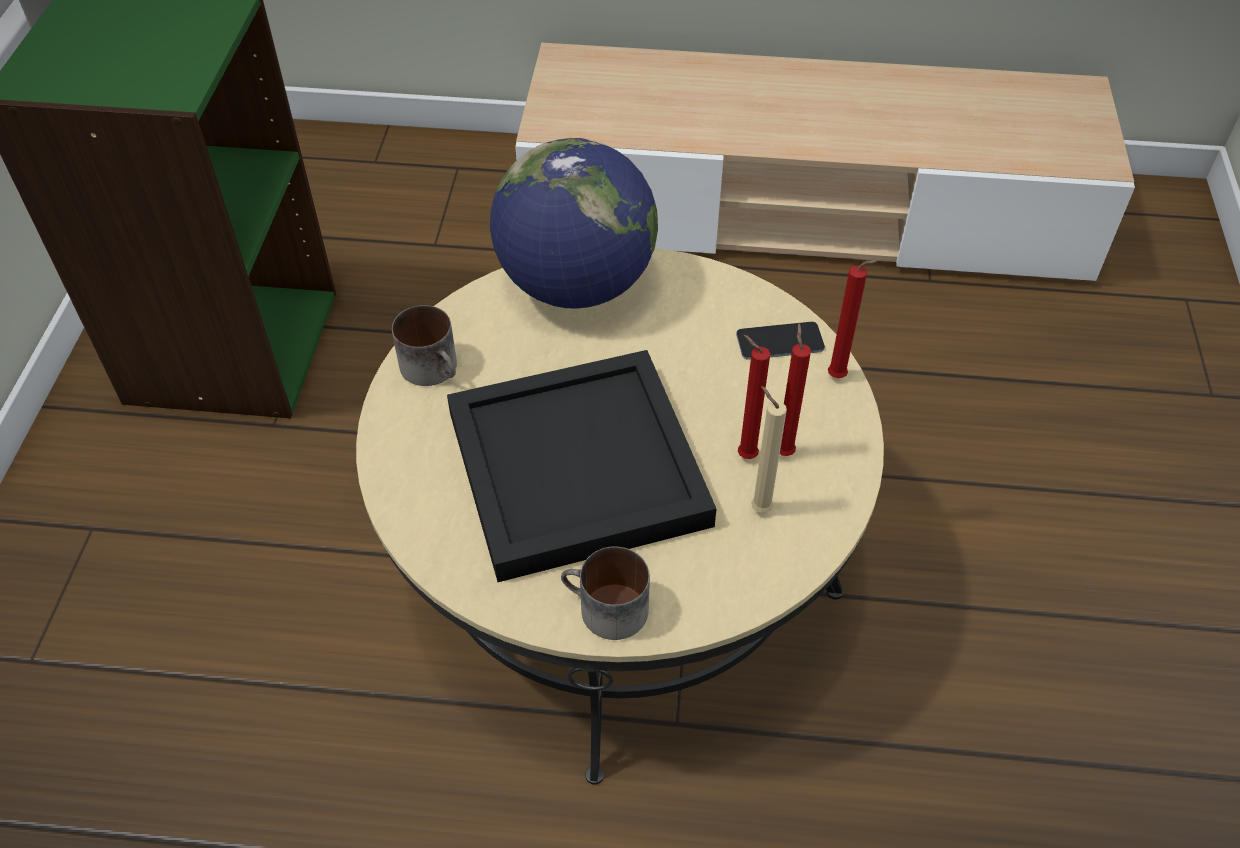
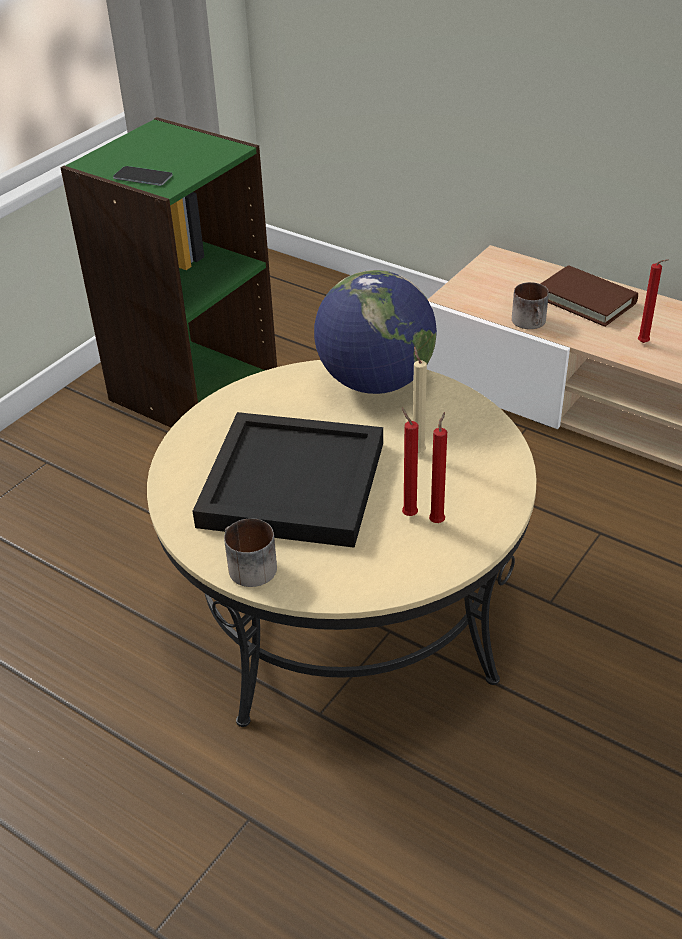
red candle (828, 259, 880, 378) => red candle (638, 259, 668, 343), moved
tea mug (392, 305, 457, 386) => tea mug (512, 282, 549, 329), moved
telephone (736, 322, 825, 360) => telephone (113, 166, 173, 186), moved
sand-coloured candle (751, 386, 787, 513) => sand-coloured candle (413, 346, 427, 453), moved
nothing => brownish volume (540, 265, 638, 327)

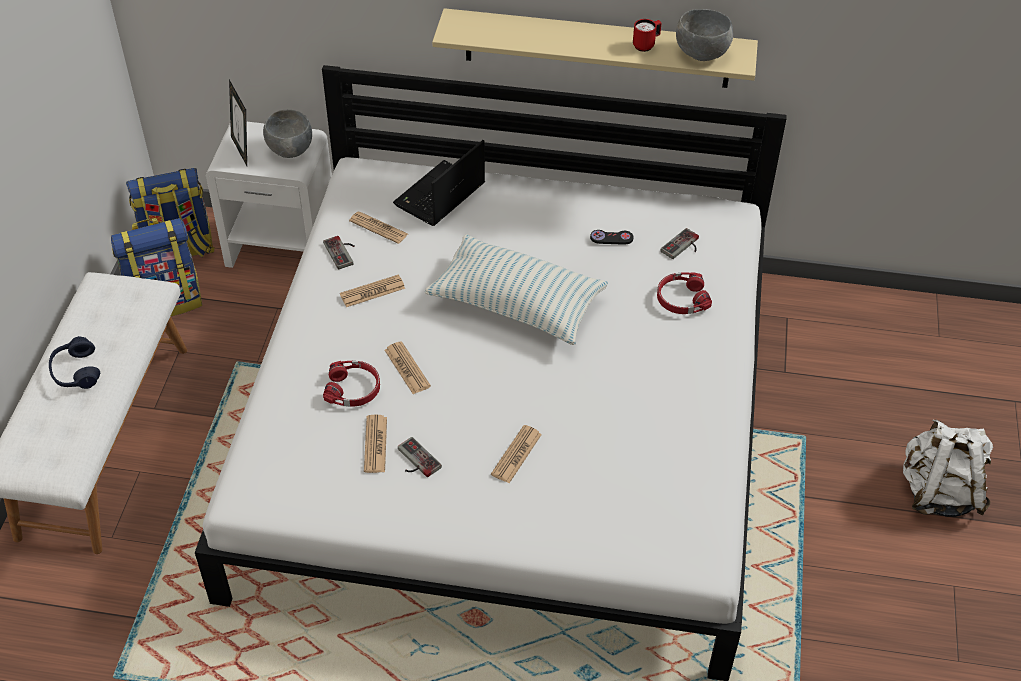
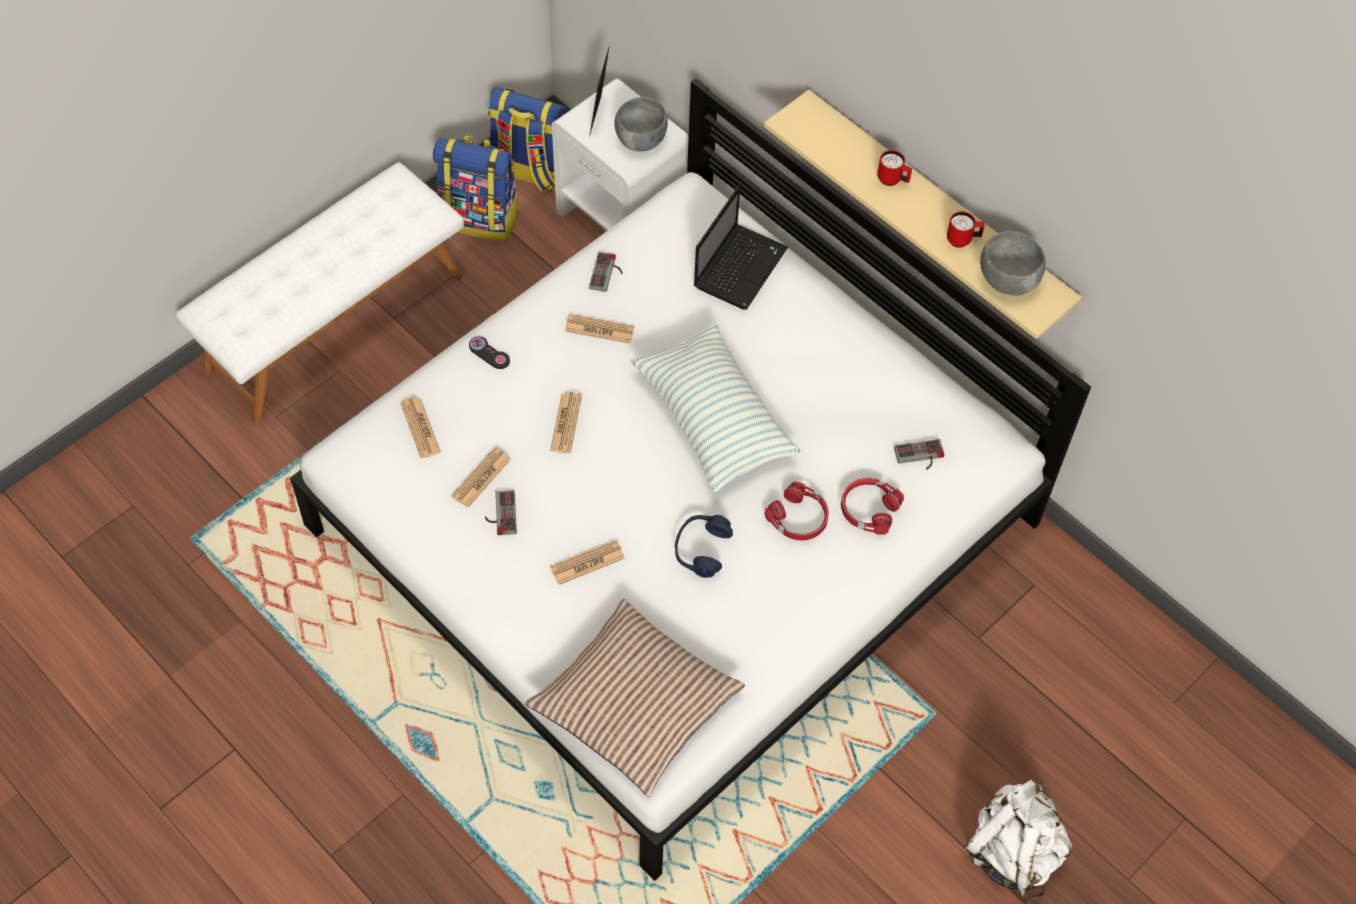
laptop (393, 140, 485, 226) => laptop (694, 186, 788, 310), 135 degrees clockwise
newspaper (349, 212, 408, 244) => newspaper (400, 397, 441, 458), moved
blackish game controller (590, 230, 633, 245) => blackish game controller (469, 336, 510, 369), moved
blue headphones (49, 336, 100, 389) => blue headphones (675, 515, 733, 578), moved
red headphones (323, 361, 380, 407) => red headphones (764, 482, 829, 540), moved
nothing => red tea mug (877, 150, 912, 186)
nothing => throw pillow (525, 599, 745, 797)

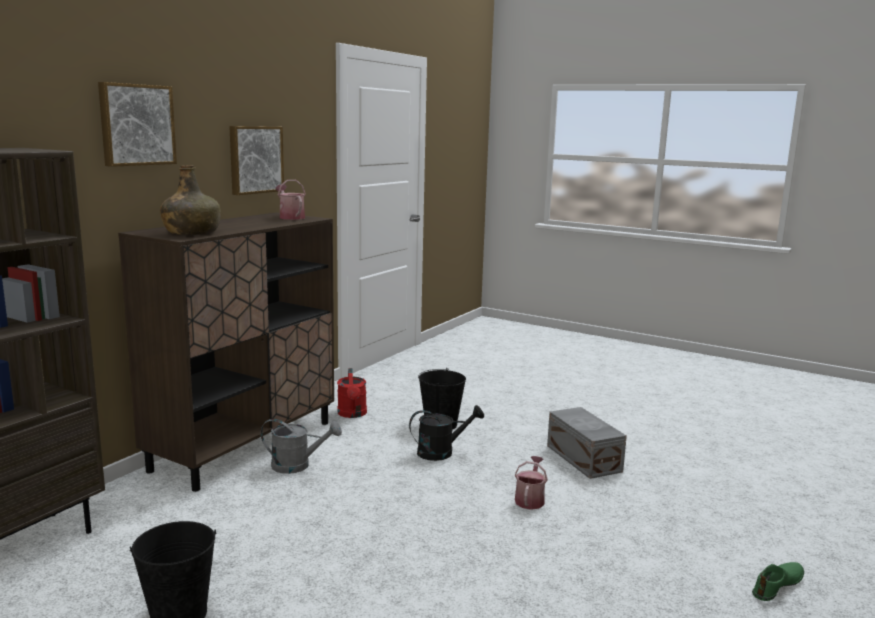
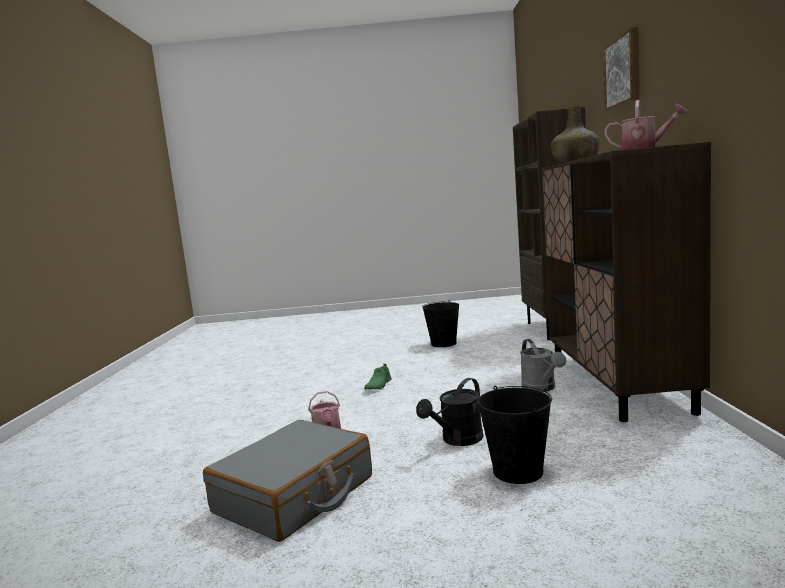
picture (229, 126, 284, 195) => nothing
red watering can (337, 368, 367, 418) => nothing
greyish storage bin (547, 407, 627, 479) => greyish suitcase (203, 420, 372, 542)
greyish watering can (261, 419, 342, 474) => greyish watering can (520, 339, 566, 392), 75 degrees counterclockwise
green-coloured shoe (752, 562, 804, 601) => green-coloured shoe (364, 364, 392, 389), moved

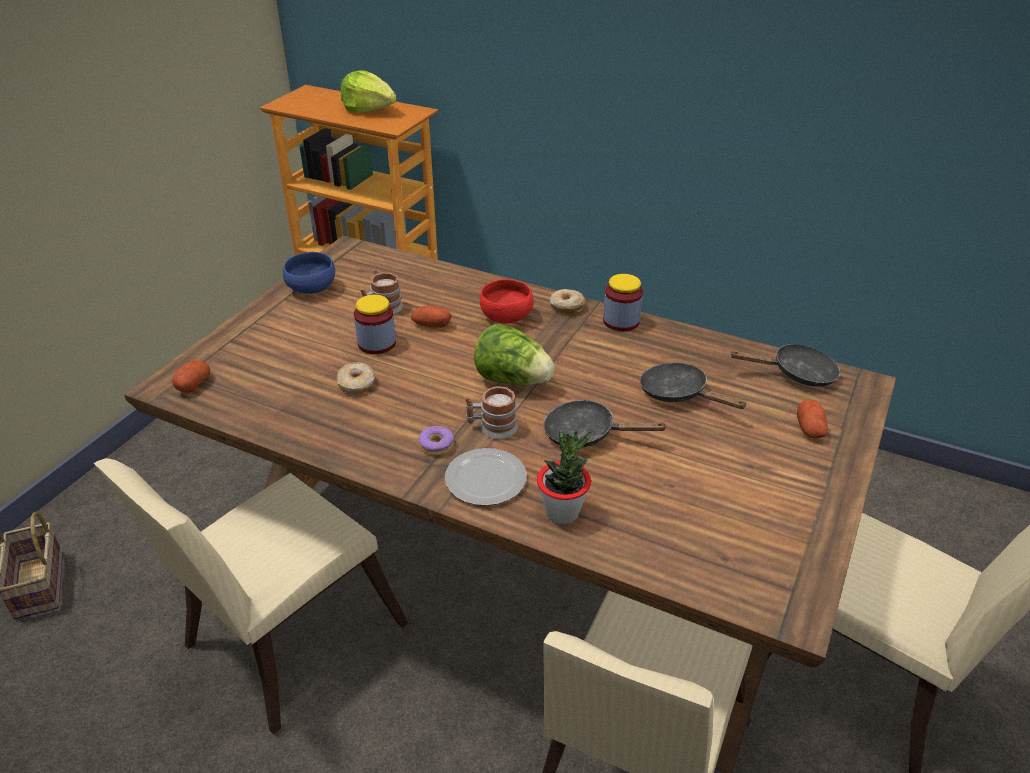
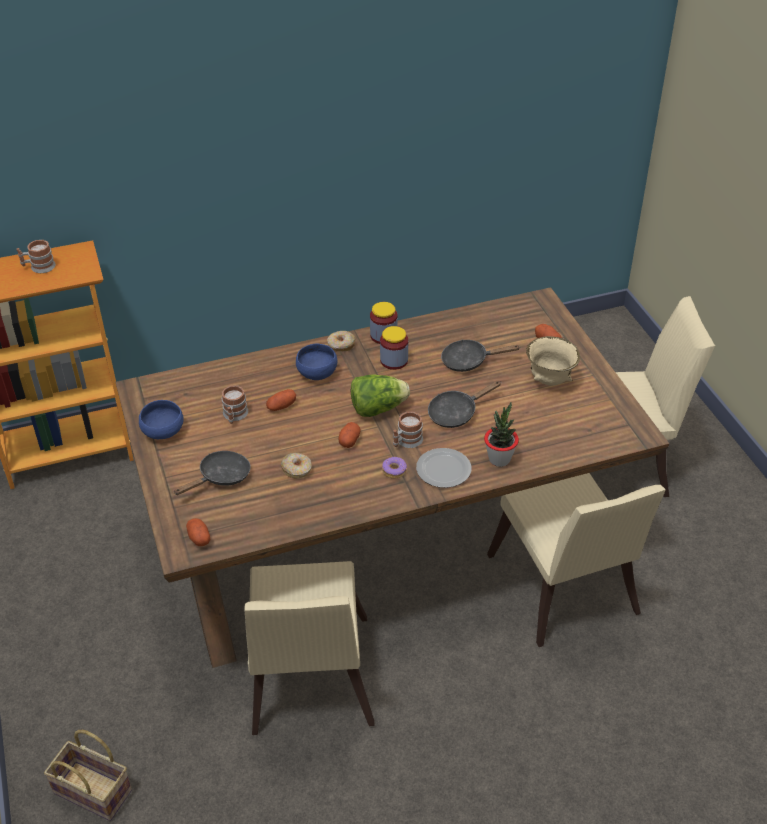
lettuce (341, 70, 397, 113) => tea mug (16, 240, 56, 273)
red serving bowl (480, 279, 534, 324) => blue serving bowl (296, 344, 337, 380)
storage jar (354, 294, 396, 354) => storage jar (380, 326, 408, 370), moved
blackish frying pan (730, 344, 840, 387) => blackish frying pan (173, 451, 251, 495), moved
nothing => sand-coloured serving bowl (526, 336, 580, 386)
nothing => spud (338, 422, 361, 448)

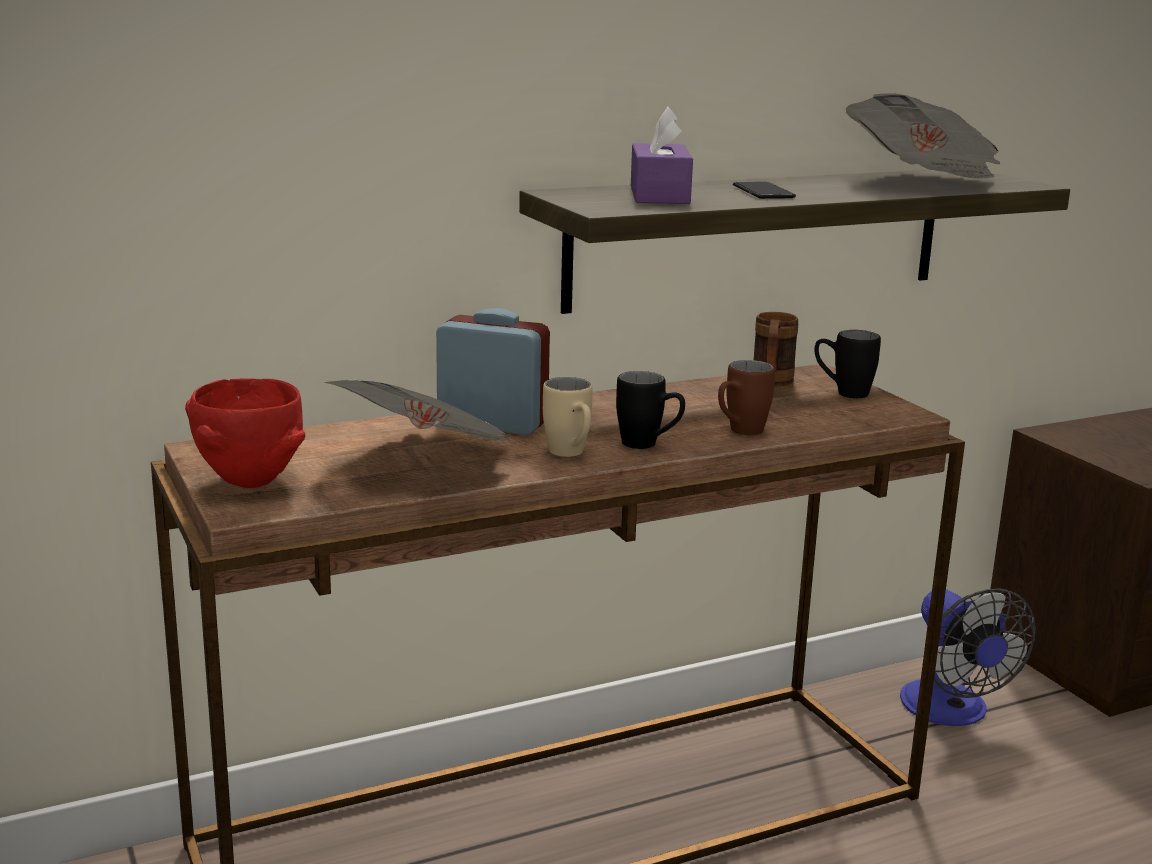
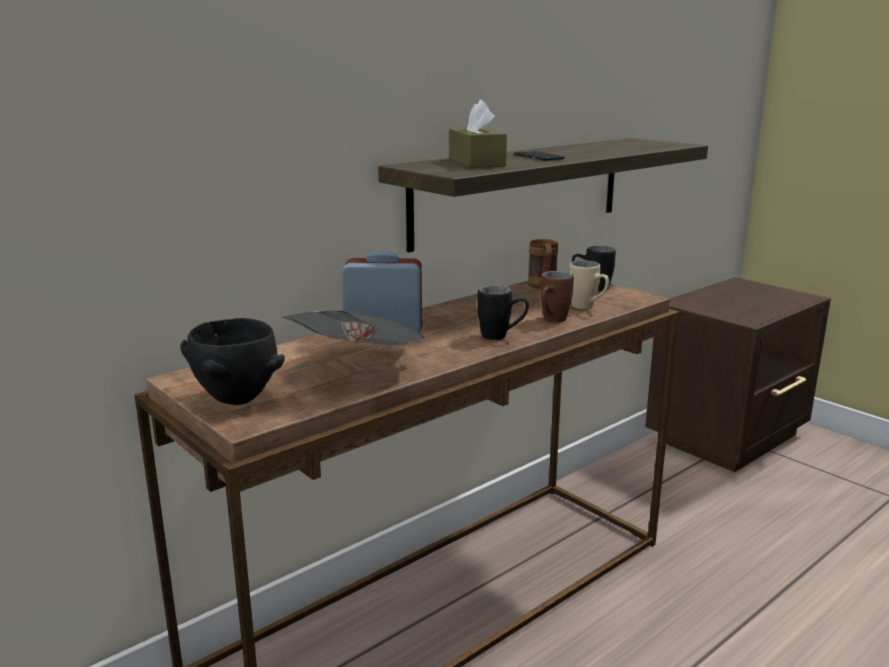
newspaper (846, 93, 1001, 179) => nothing
purple-coloured tissue holder (631, 106, 693, 204) => brownish tissue holder (449, 100, 507, 168)
sand-coloured tea mug (543, 377, 593, 457) => sand-coloured tea mug (569, 260, 609, 309), moved
red serving bowl (185, 379, 305, 488) => blackish serving bowl (180, 318, 285, 405)
fan (900, 588, 1036, 726) => nothing

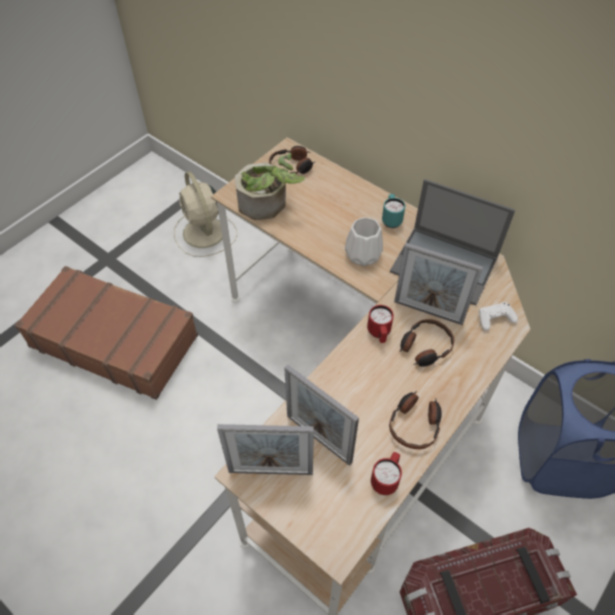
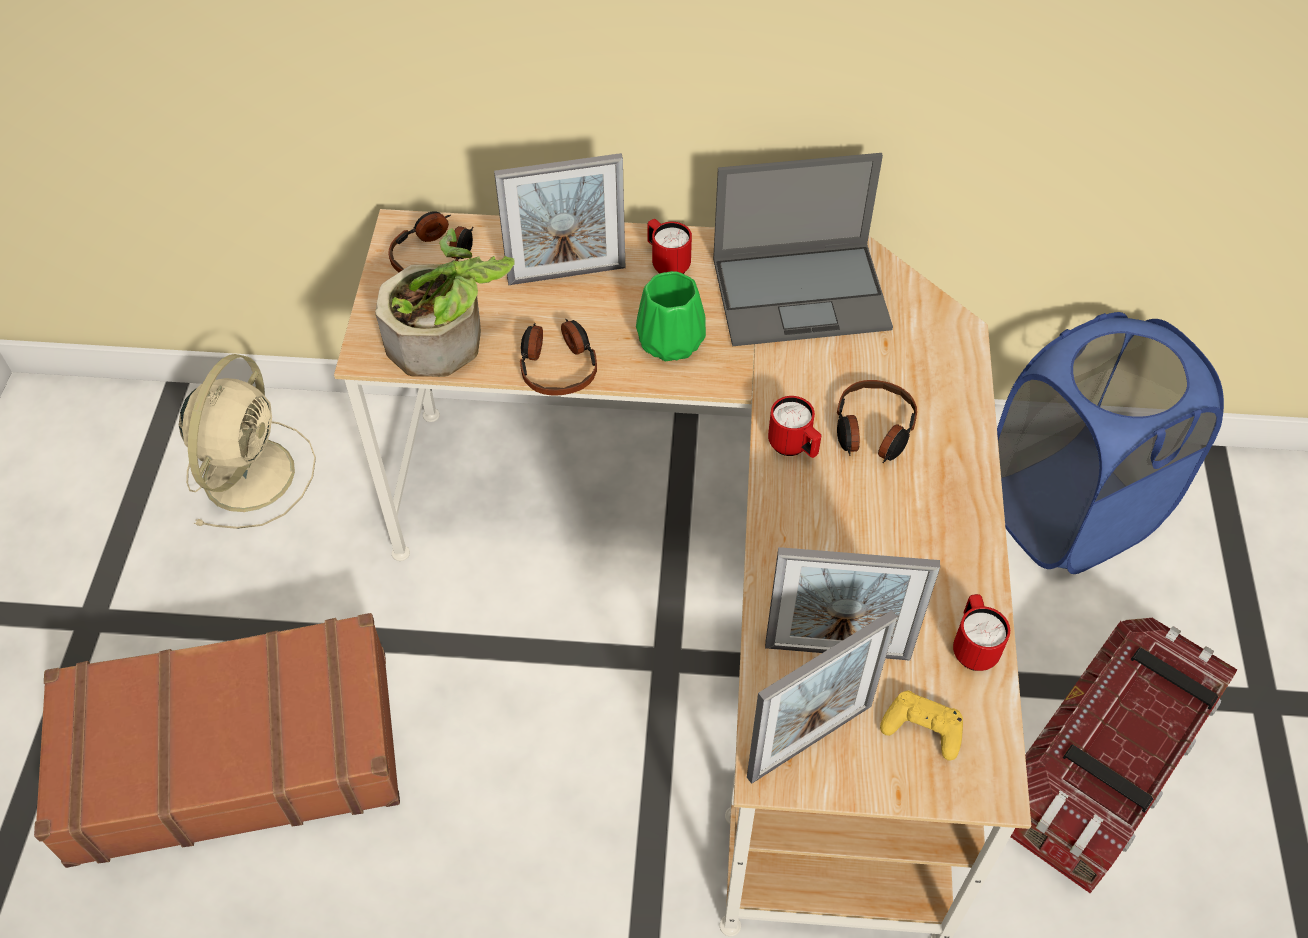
sand-coloured fan (174, 171, 237, 257) => sand-coloured fan (179, 354, 316, 529), 105 degrees counterclockwise
turquoise tea mug (382, 194, 405, 228) => red tea mug (647, 219, 692, 274)
whitish vase (345, 217, 383, 266) => green-coloured vase (636, 271, 706, 361)
standing frame (394, 243, 483, 325) => standing frame (494, 153, 625, 285), moved
whitish game controller (479, 302, 518, 331) => nothing
headphones (389, 391, 442, 449) => headphones (520, 318, 597, 396), moved
nothing => yellow game controller (880, 690, 963, 761)

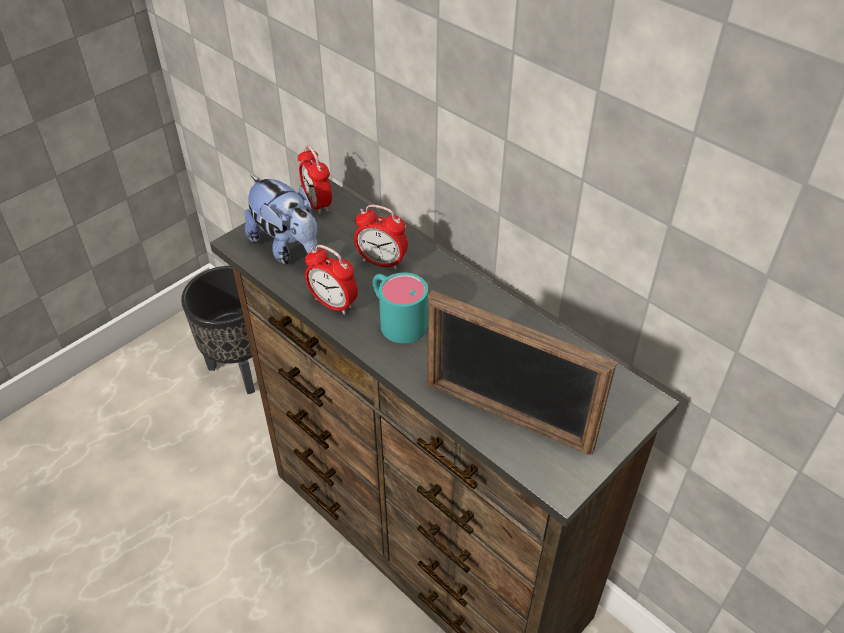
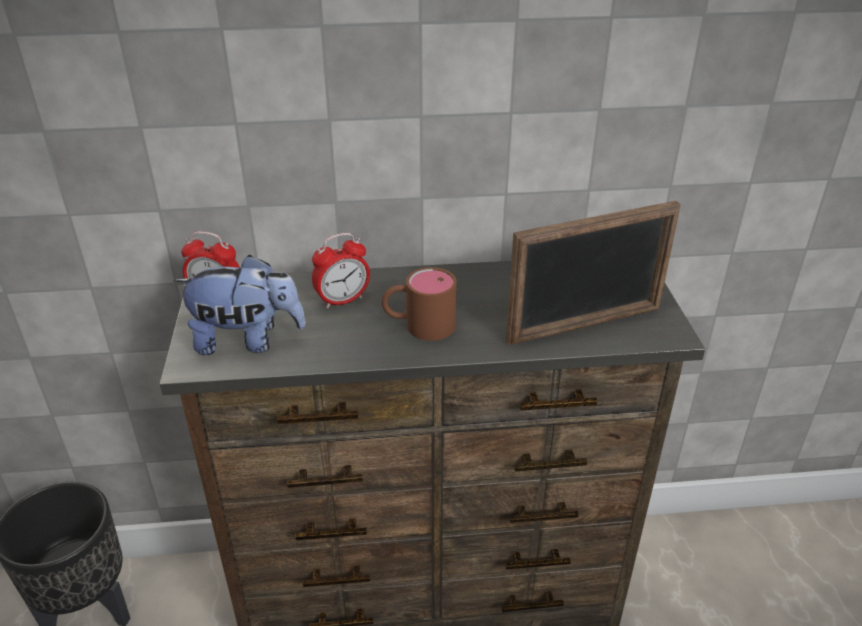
alarm clock (305, 245, 358, 315) => nothing
turquoise tea mug (373, 272, 428, 343) => brownish tea mug (382, 267, 457, 341)

